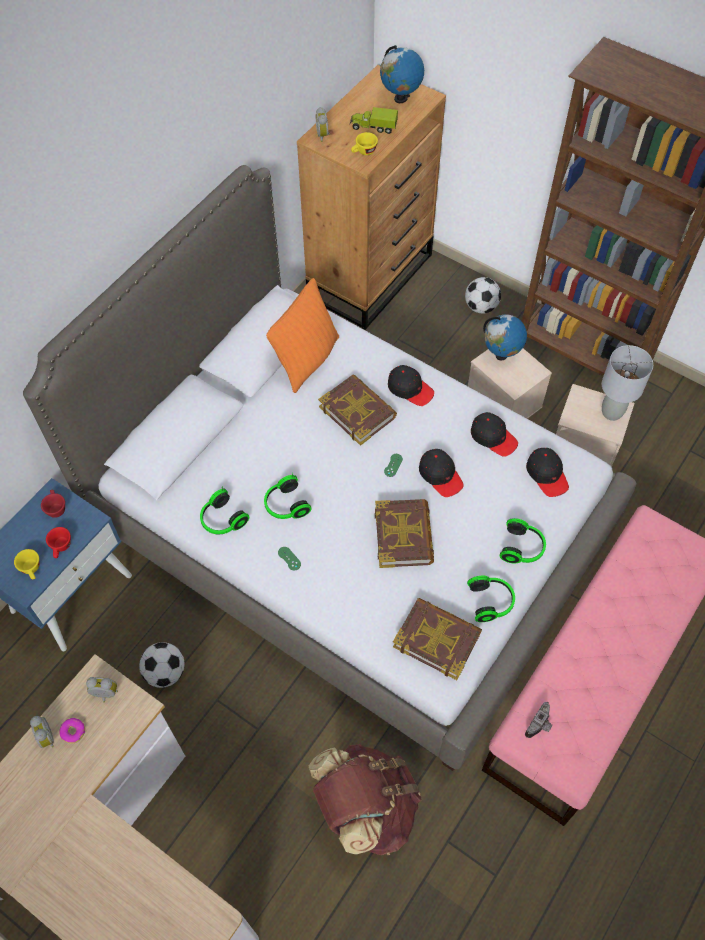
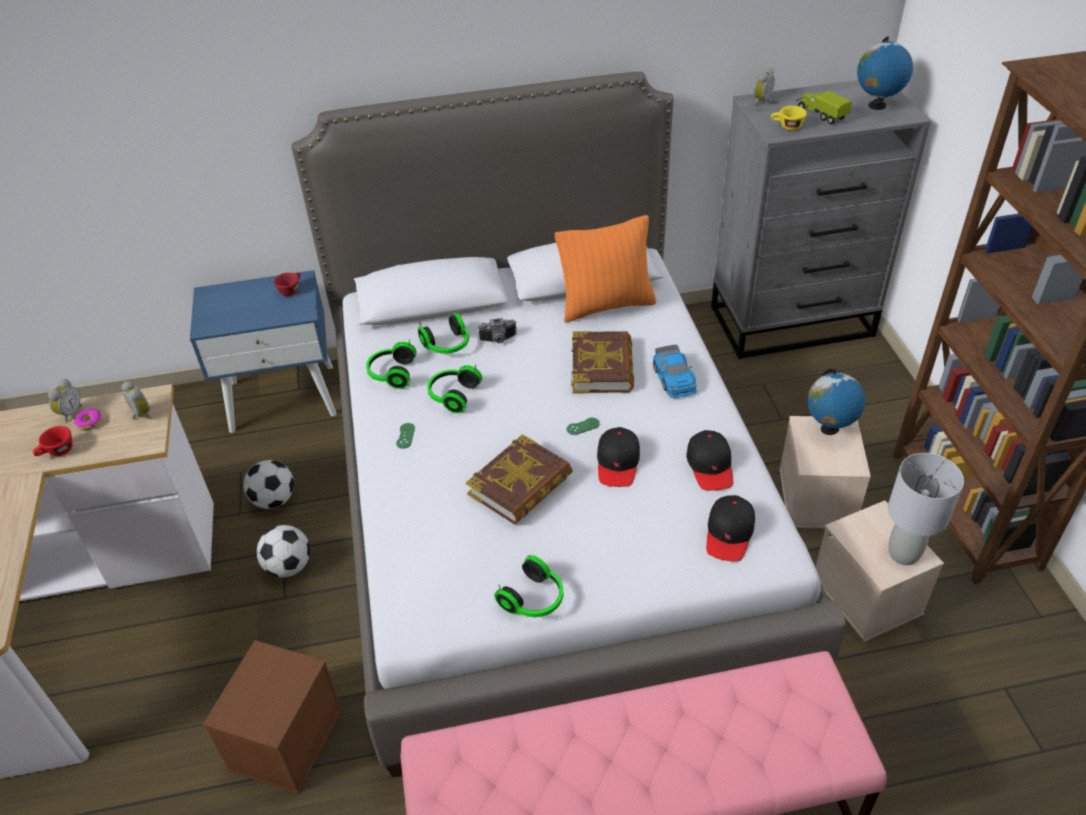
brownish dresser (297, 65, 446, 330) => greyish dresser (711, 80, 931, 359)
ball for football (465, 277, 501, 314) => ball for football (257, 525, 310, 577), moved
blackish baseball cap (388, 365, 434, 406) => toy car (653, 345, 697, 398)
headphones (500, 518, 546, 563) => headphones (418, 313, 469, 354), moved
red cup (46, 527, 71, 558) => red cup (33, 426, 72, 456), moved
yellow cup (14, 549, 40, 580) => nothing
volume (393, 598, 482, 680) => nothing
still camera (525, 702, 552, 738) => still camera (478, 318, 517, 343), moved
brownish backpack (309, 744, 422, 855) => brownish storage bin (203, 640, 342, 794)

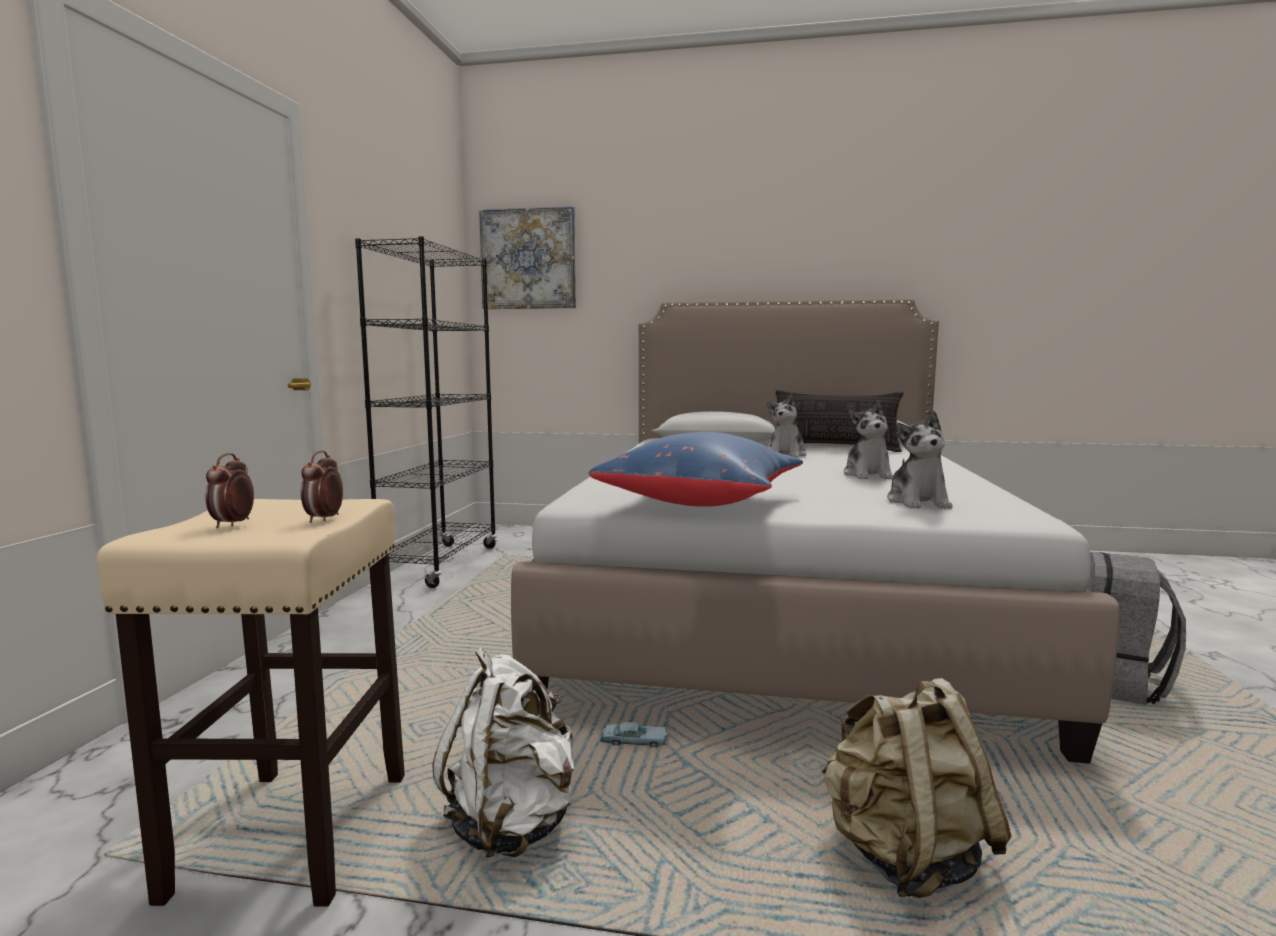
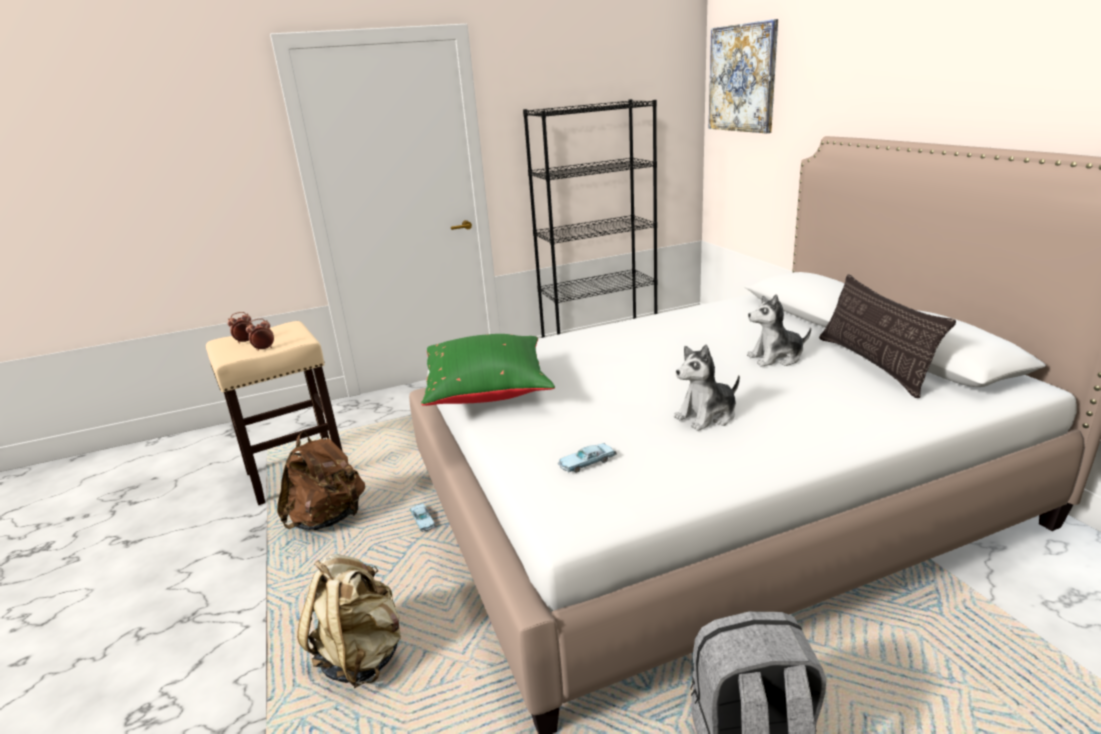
cuddly toy (887, 410, 953, 509) => blue toy car (558, 443, 617, 473)
blue throw pillow (589, 432, 803, 507) => green-coloured throw pillow (421, 334, 555, 406)
whitish backpack (432, 647, 575, 858) => brownish backpack (277, 431, 365, 530)

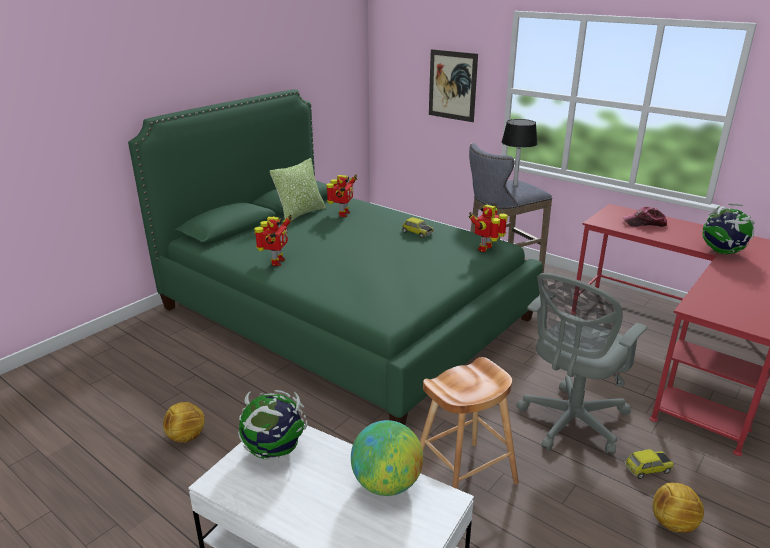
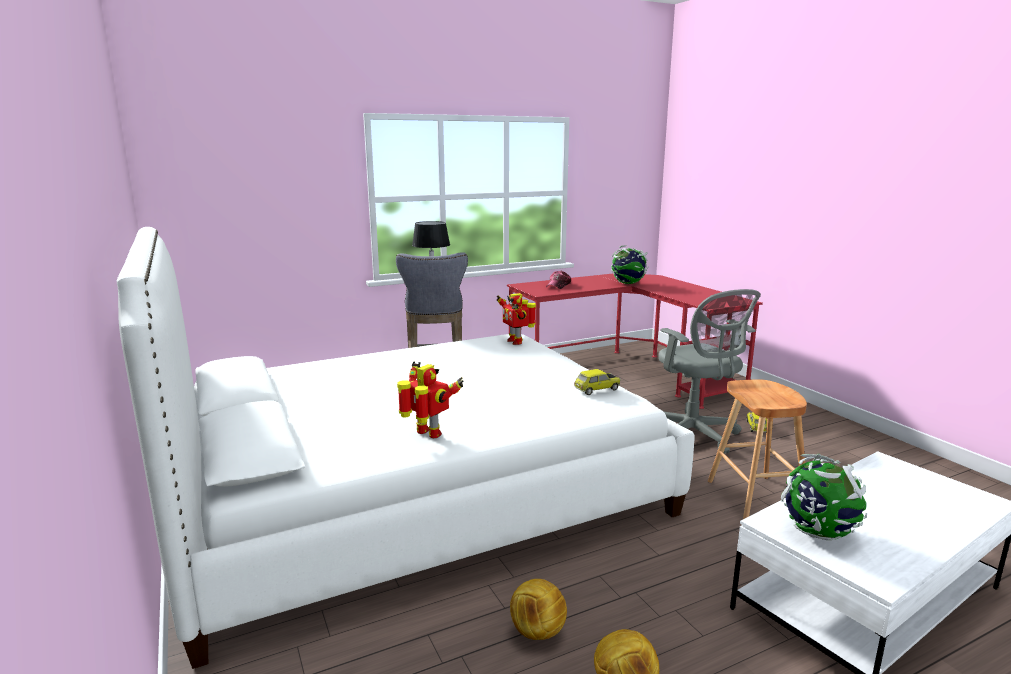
picture (429, 49, 478, 122) => nothing
green-coloured bed (128, 89, 543, 425) => whitish bed (117, 227, 695, 669)
throw pillow (270, 158, 326, 220) => nothing
model robot (326, 174, 358, 217) => nothing
toy car (402, 217, 434, 238) => toy car (574, 369, 621, 395), moved
globe (351, 420, 423, 496) => nothing
ball for football (652, 483, 704, 533) => ball for football (510, 579, 567, 640), moved

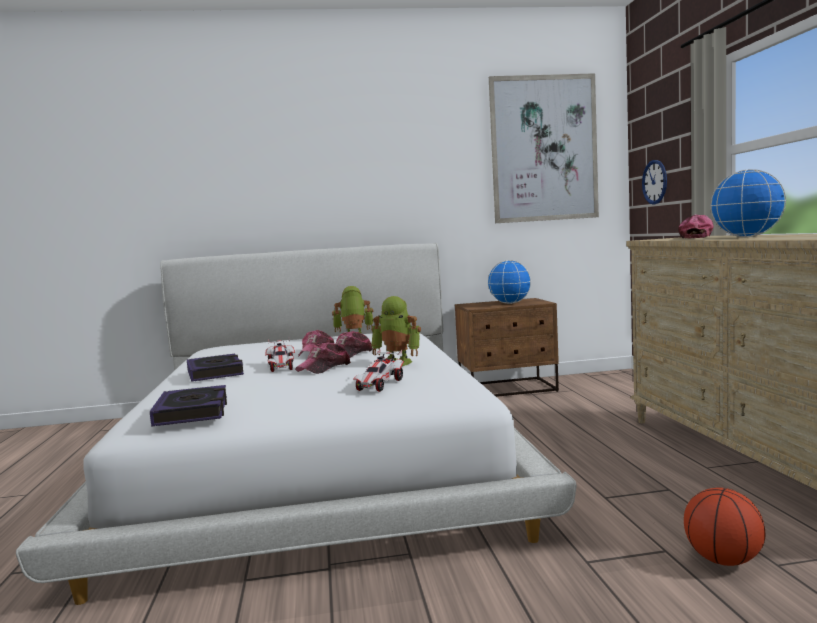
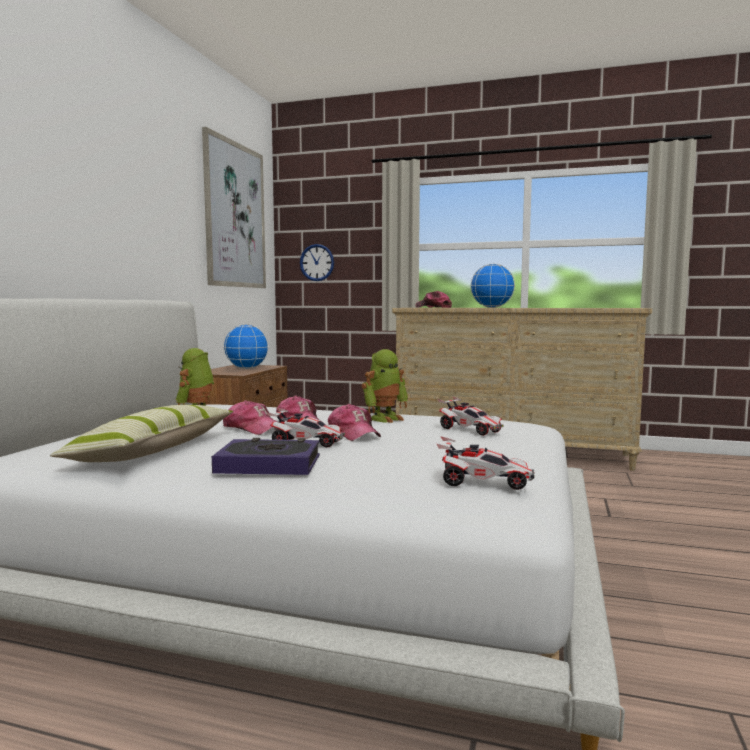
volume (150, 385, 227, 427) => toy car (437, 436, 535, 490)
basketball ball (684, 487, 765, 566) => nothing
nothing => throw pillow (50, 405, 233, 462)

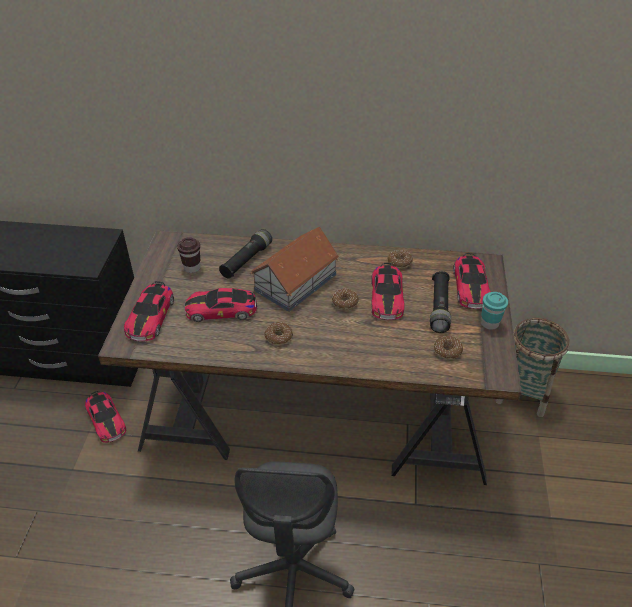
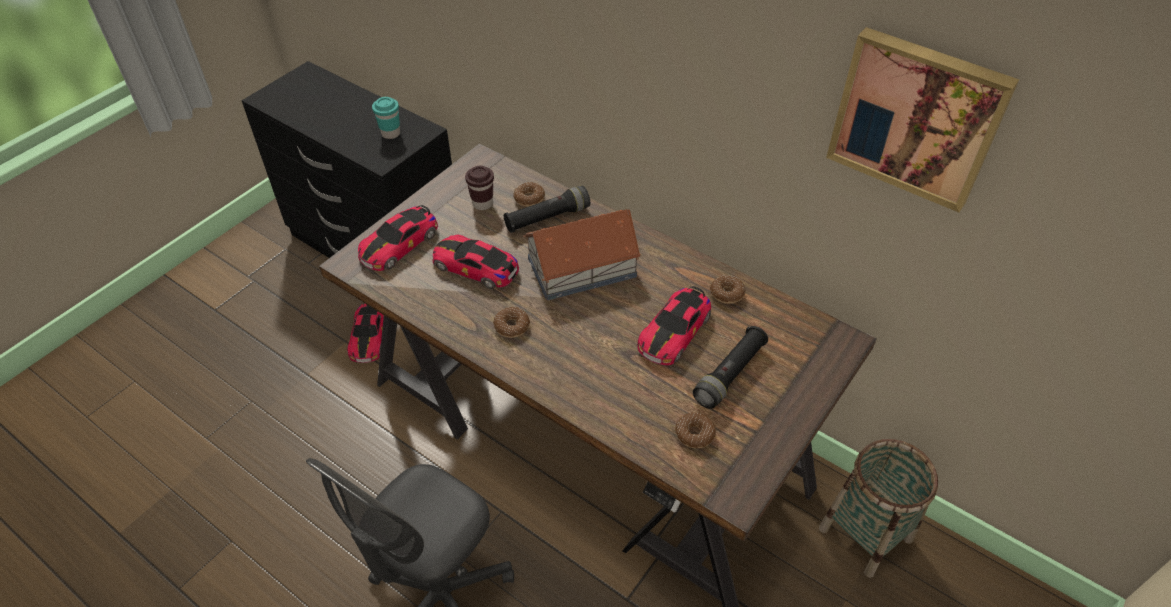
toy car (453, 253, 491, 309) => nothing
doughnut (332, 289, 359, 310) => doughnut (513, 182, 545, 207), moved
turquoise cup (481, 292, 508, 330) => turquoise cup (372, 97, 400, 139), moved
nothing => picture (826, 27, 1019, 212)

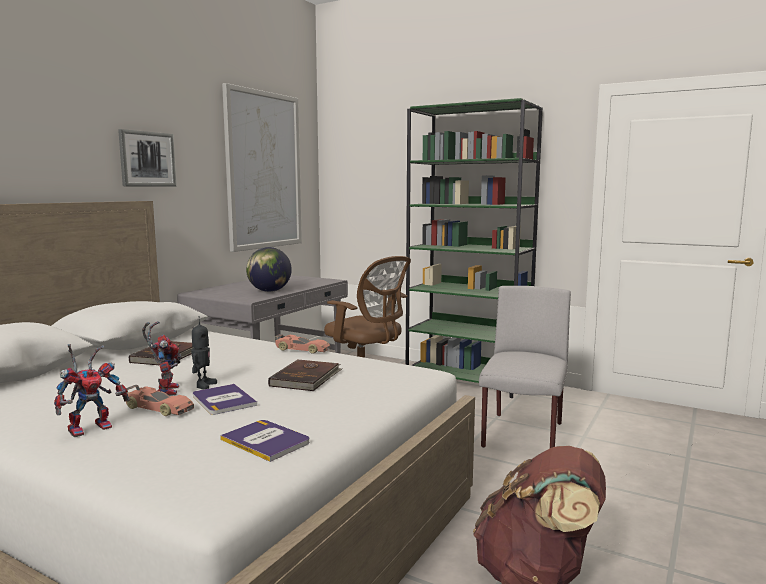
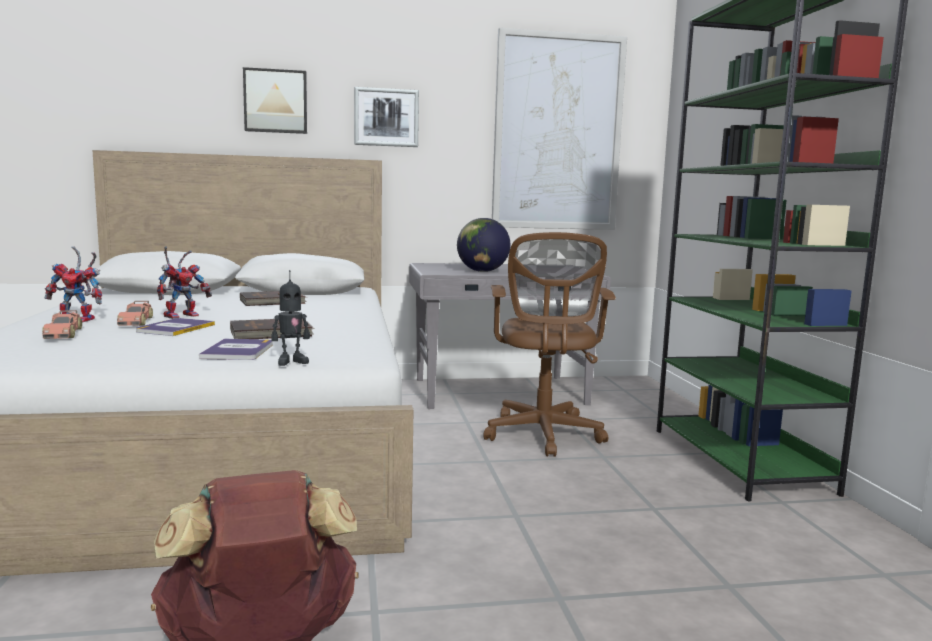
greyish chair (479, 286, 571, 448) => nothing
model robot (191, 316, 217, 390) => model robot (271, 270, 310, 366), moved
toy car (275, 334, 330, 354) => toy car (42, 310, 82, 339), moved
volume (220, 420, 310, 462) => volume (199, 338, 273, 360), moved
nothing => picture (243, 67, 307, 134)

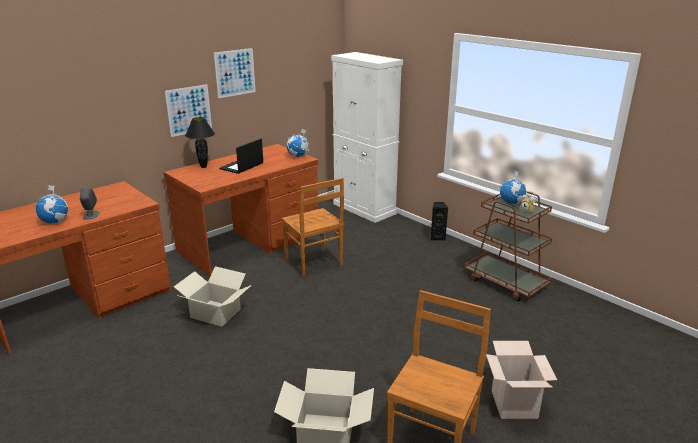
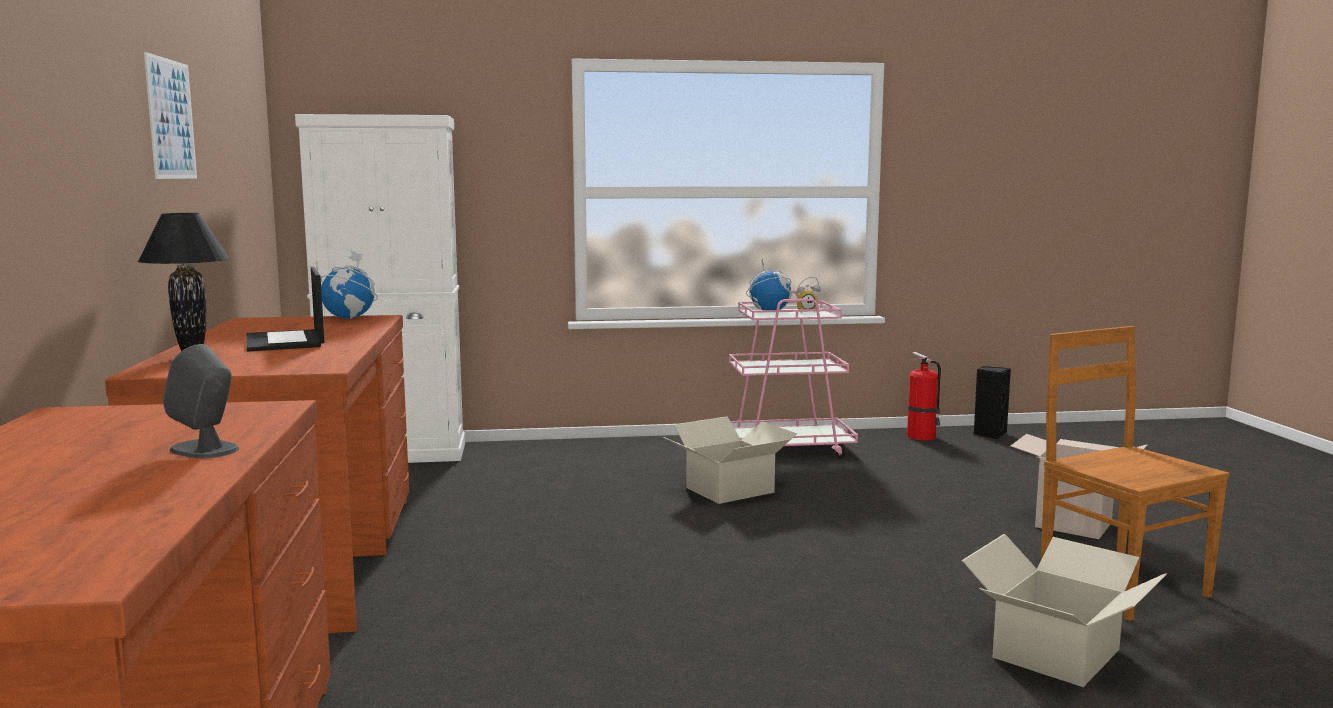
picture (165, 84, 212, 137) => nothing
brownish chair (282, 178, 344, 277) => nothing
globe (34, 185, 70, 224) => nothing
brownish trolley (464, 191, 552, 302) => pink trolley (729, 290, 858, 459)
blackish speaker (430, 202, 448, 241) => blackish speaker (973, 366, 1011, 439), moved
carton (174, 266, 251, 327) => carton (663, 417, 797, 504), moved
nothing => fire extinguisher (907, 352, 941, 440)

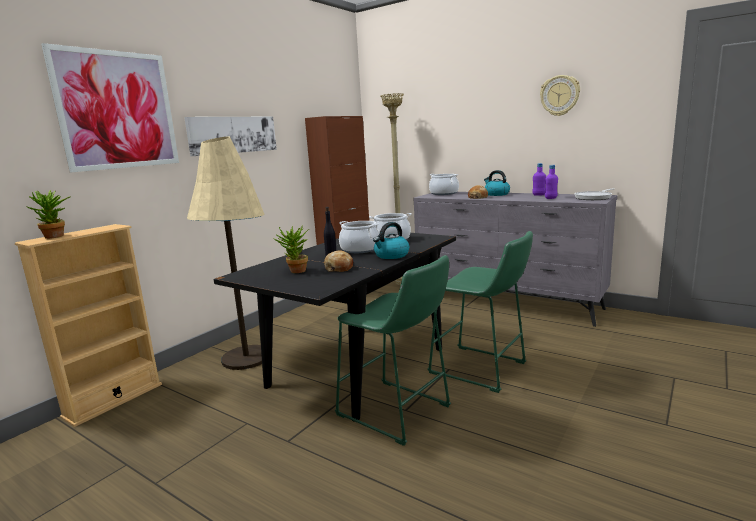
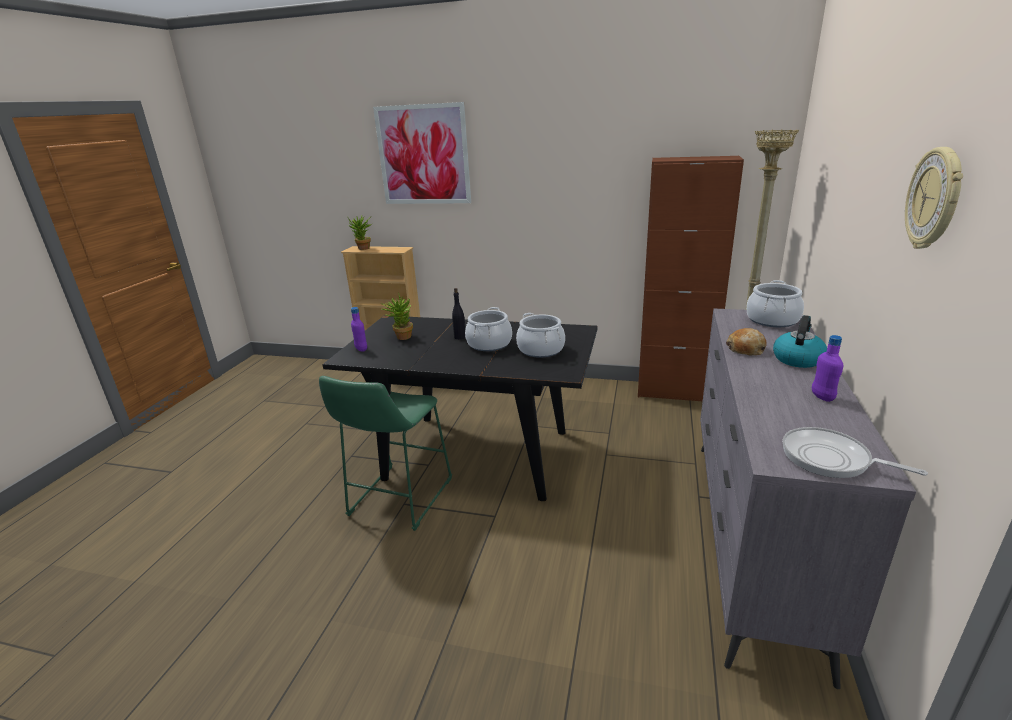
picture (184, 117, 277, 156) => nothing
sand-coloured standard lamp (187, 137, 265, 370) => nothing
purple-coloured bottle (545, 165, 558, 199) => purple-coloured bottle (351, 307, 367, 352), moved
tea kettle (373, 222, 409, 259) => nothing
green-coloured sitting stool (427, 231, 533, 393) => nothing
bakery bread (324, 250, 353, 272) => nothing

